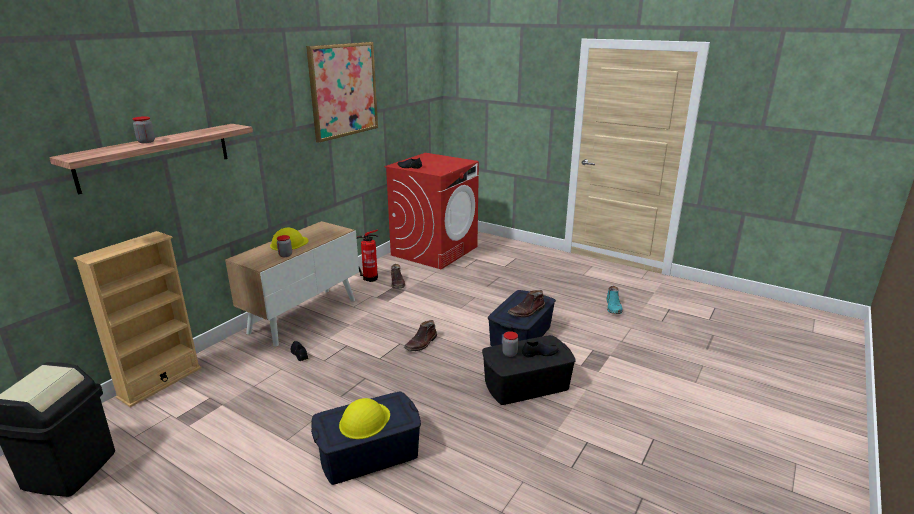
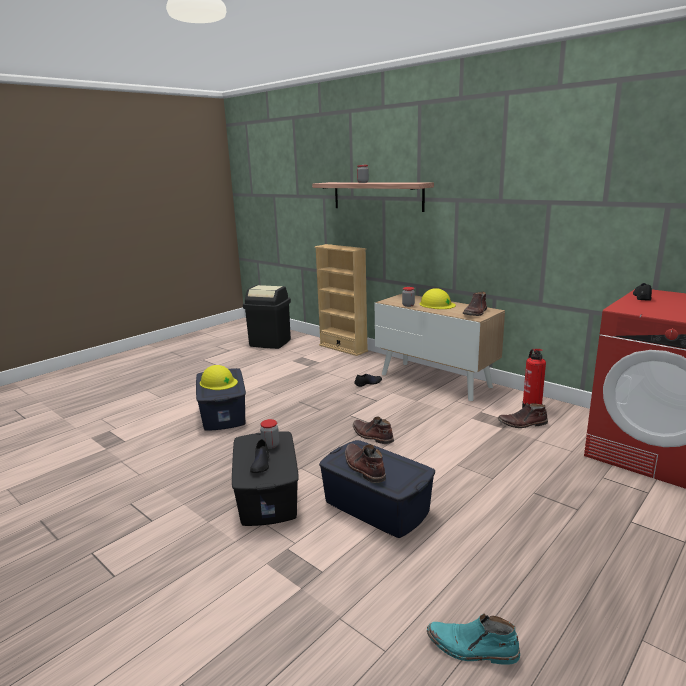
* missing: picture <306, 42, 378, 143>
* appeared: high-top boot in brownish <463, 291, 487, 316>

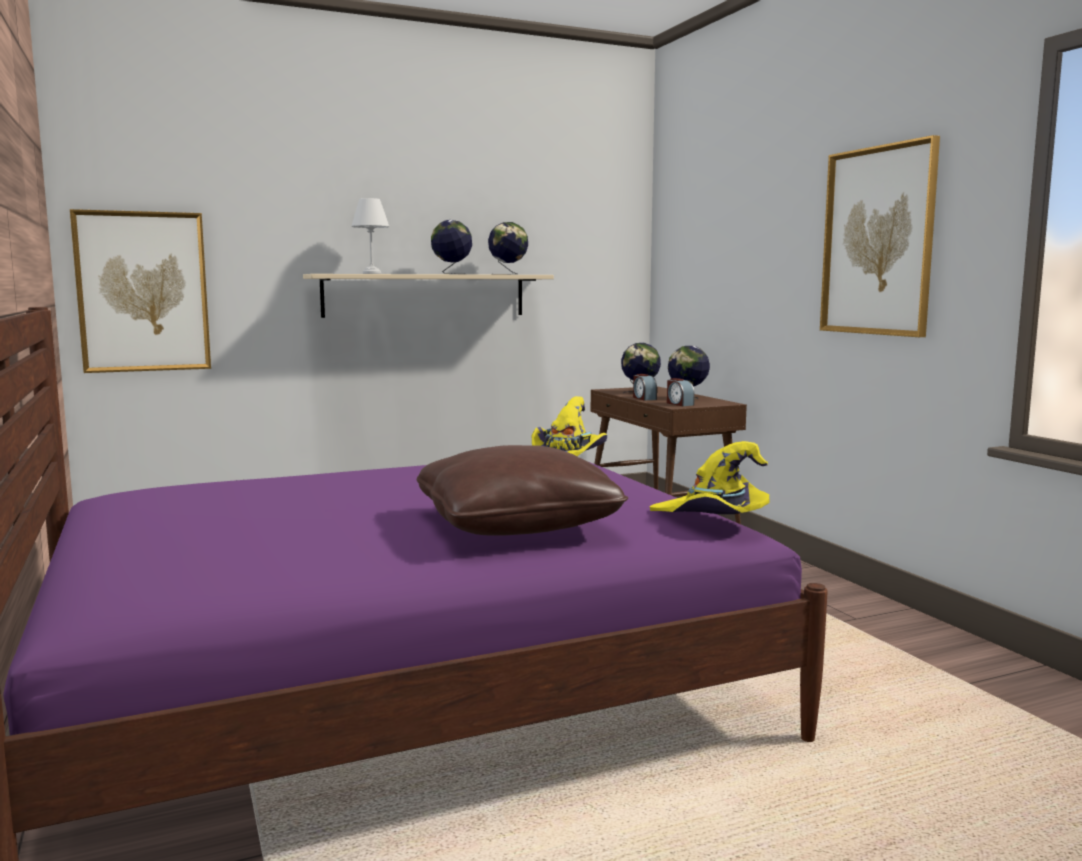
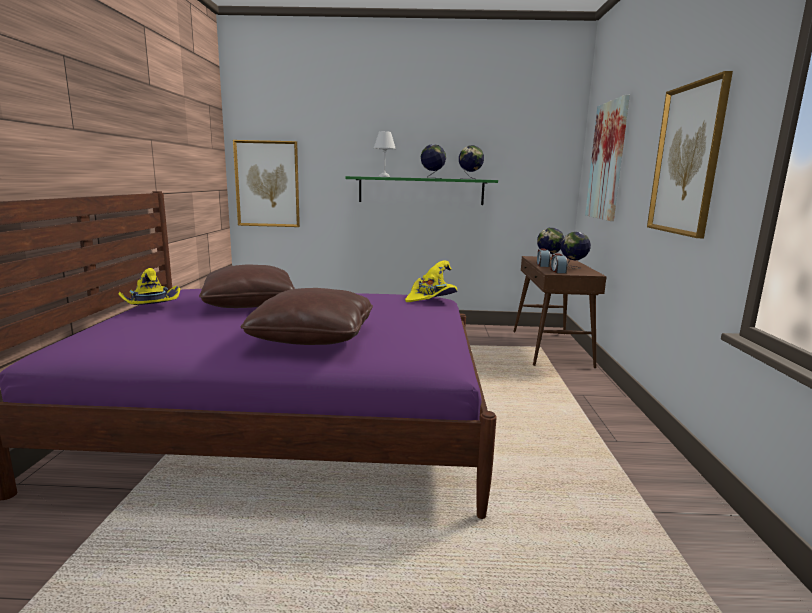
* colour: bracket shelf in sand-coloured <303, 274, 554, 318> to bracket shelf in green-coloured <346, 176, 498, 205>
* relocated: wearable hat in yellowish <650, 441, 770, 514> to <118, 268, 181, 305>
* appeared: picture <585, 95, 630, 221>
* appeared: pillow in brownish <199, 265, 295, 308>

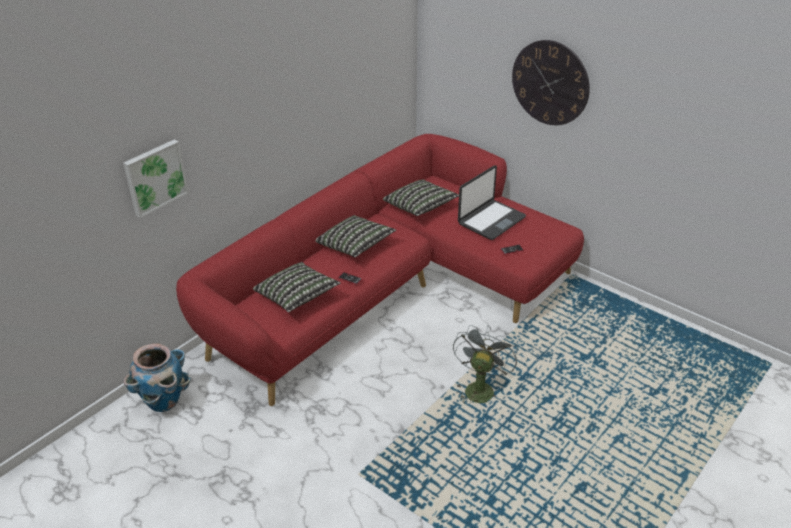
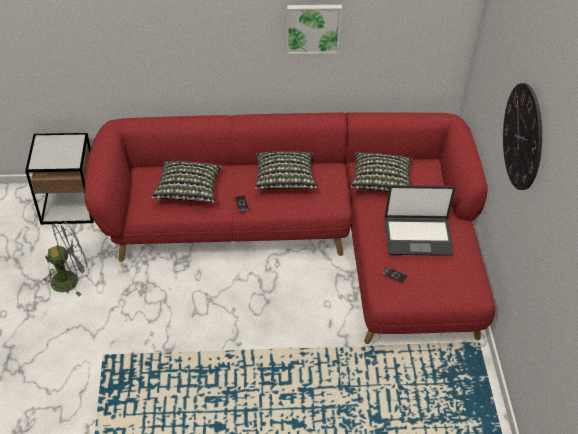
* relocated: picture <123, 139, 189, 218> to <286, 5, 342, 54>
* relocated: electric fan in grey <453, 325, 518, 403> to <41, 220, 89, 296>
* exchanged: plant pot <124, 343, 191, 412> to end table <25, 133, 94, 224>

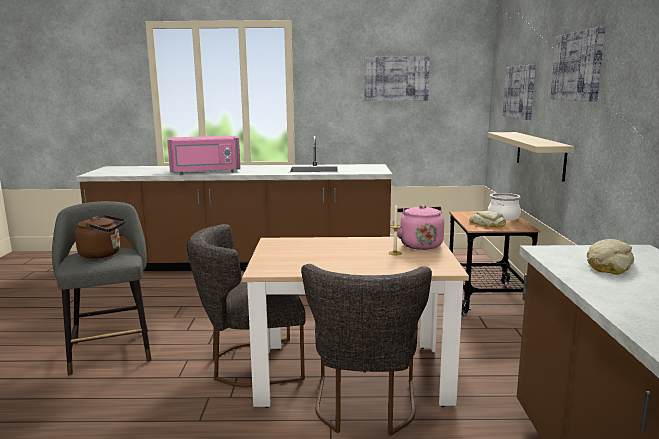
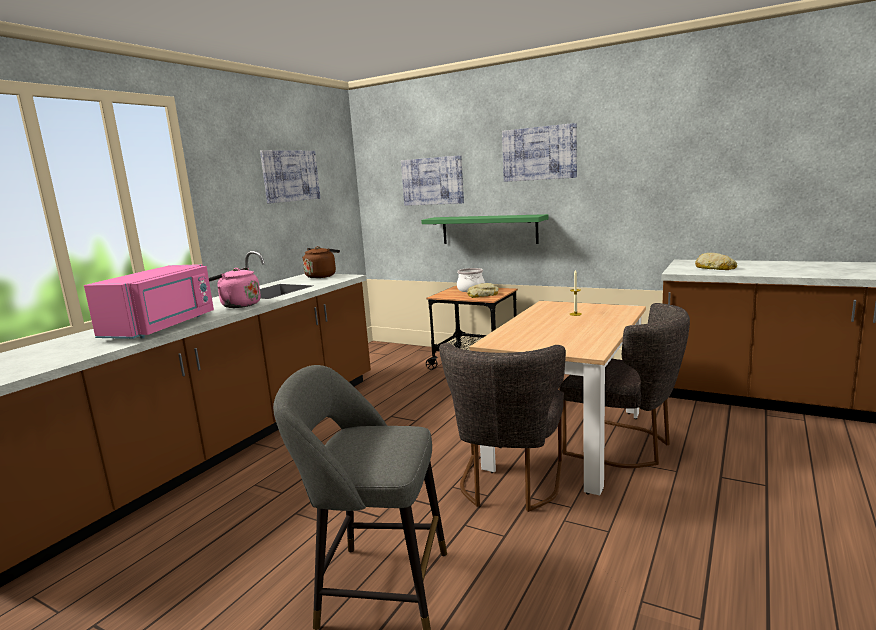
* colour: bracket shelf in sand-coloured <488, 132, 574, 182> to bracket shelf in green-coloured <421, 214, 548, 244>
* relocated: water kettle in pink-coloured <392, 205, 444, 250> to <209, 267, 261, 308>
* relocated: water kettle in brownish <75, 215, 126, 259> to <302, 246, 340, 278>

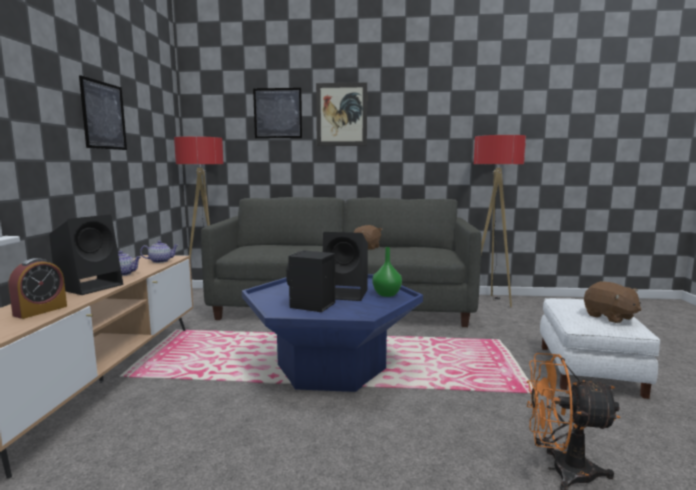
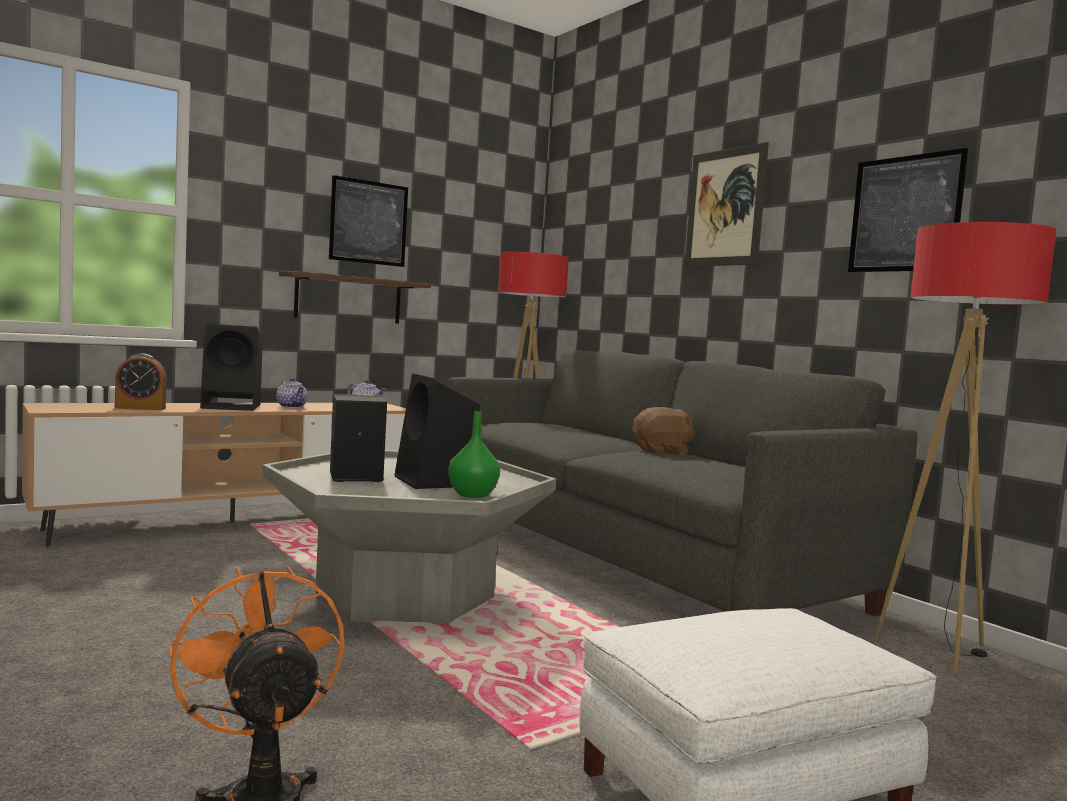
* relocated: picture <253, 88, 302, 138> to <848, 148, 968, 272>
* colour: low table in bluish <242, 274, 423, 392> to low table in grey <262, 450, 556, 623>
* missing: soft toy in brownish <584, 281, 641, 323>
* appeared: bracket shelf <279, 271, 431, 324>

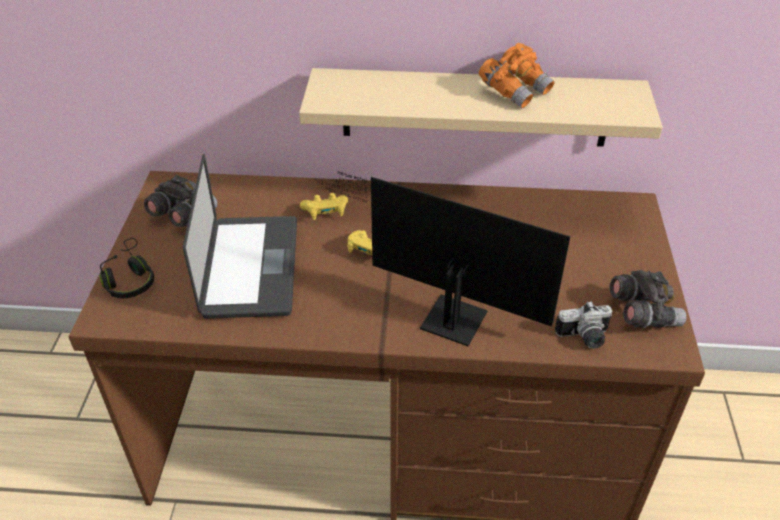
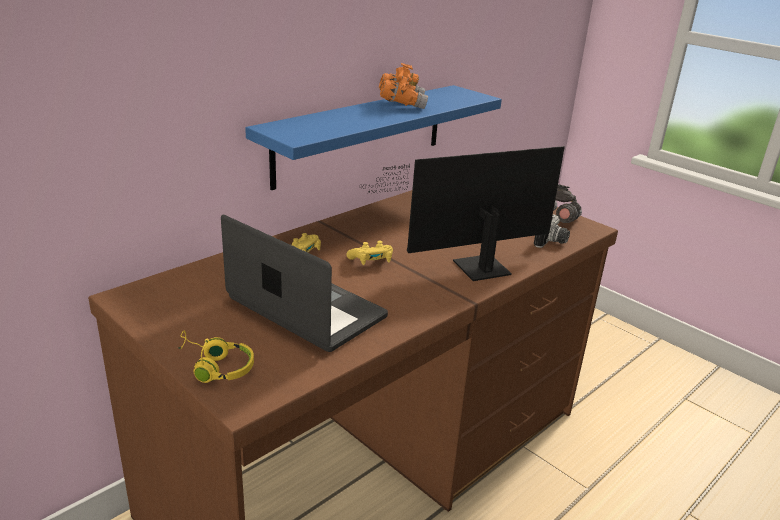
* colour: bracket shelf in sand-coloured <299, 68, 663, 147> to bracket shelf in bluish <245, 85, 502, 190>
* missing: pair of binoculars in grey <144, 175, 218, 227>
* colour: pair of headphones in blackish <99, 238, 154, 299> to pair of headphones in yellowish <178, 331, 254, 383>

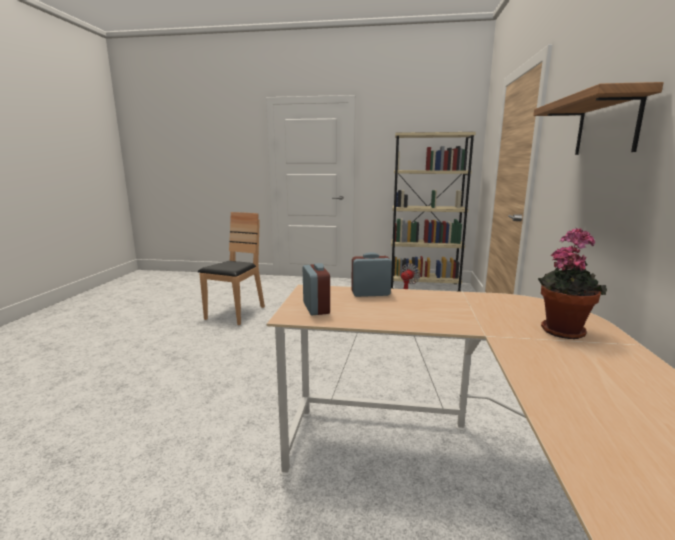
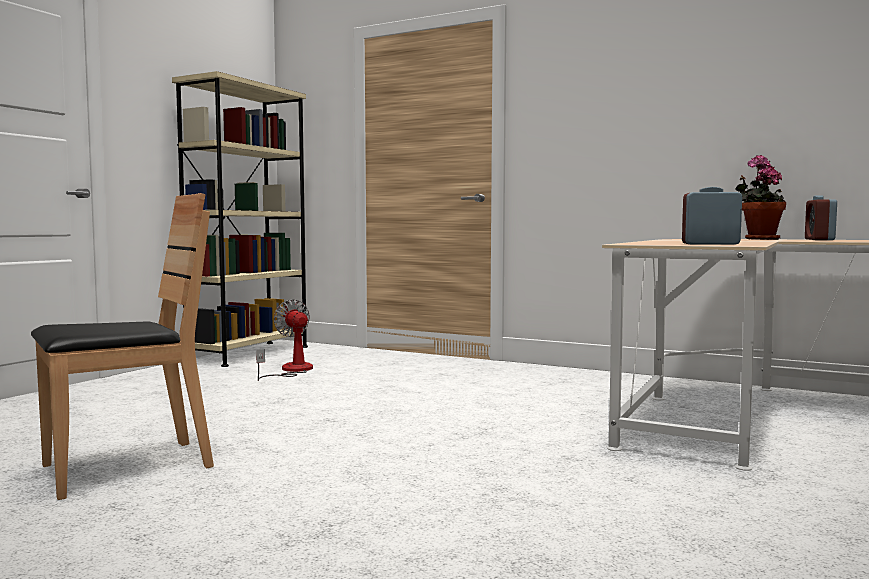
* missing: bracket shelf <533, 82, 664, 155>
* spun: plain chair in brownish <198, 212, 265, 325> = <31, 193, 214, 500> 105 degrees clockwise
* relocated: bedside clock <351, 252, 392, 297> to <805, 196, 837, 240>

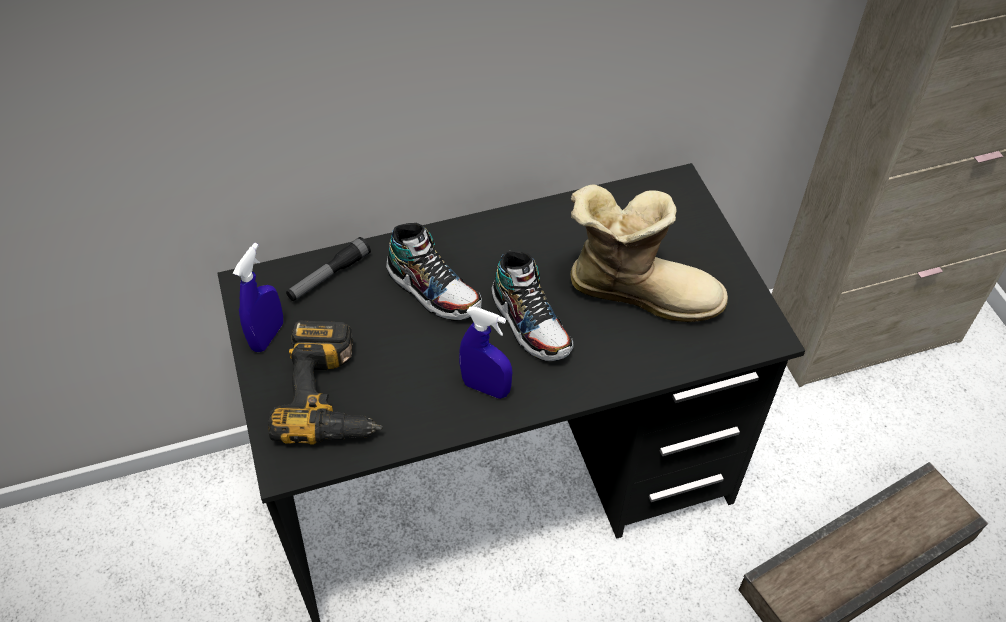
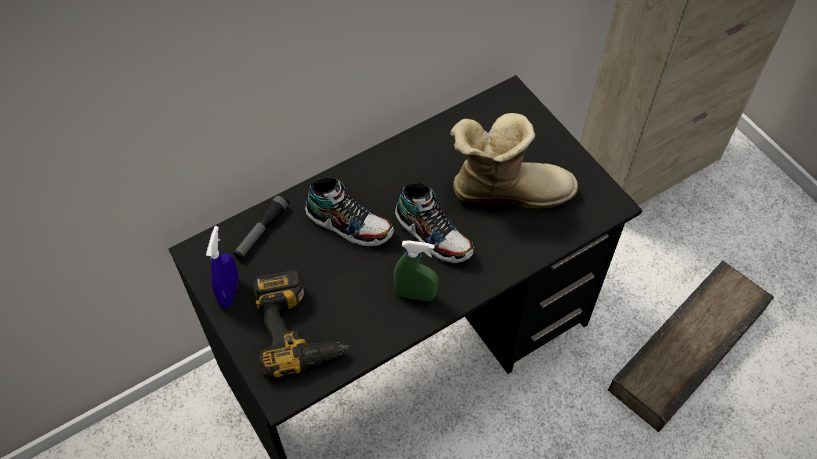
* colour: spray bottle in bluish <459, 307, 512, 399> to spray bottle in green-coloured <394, 240, 439, 301>

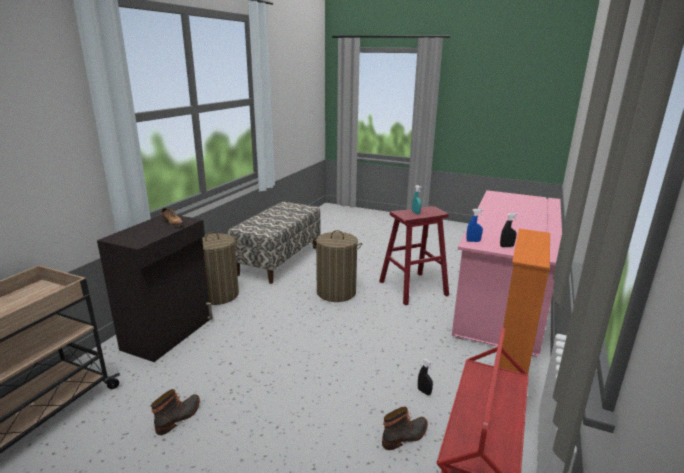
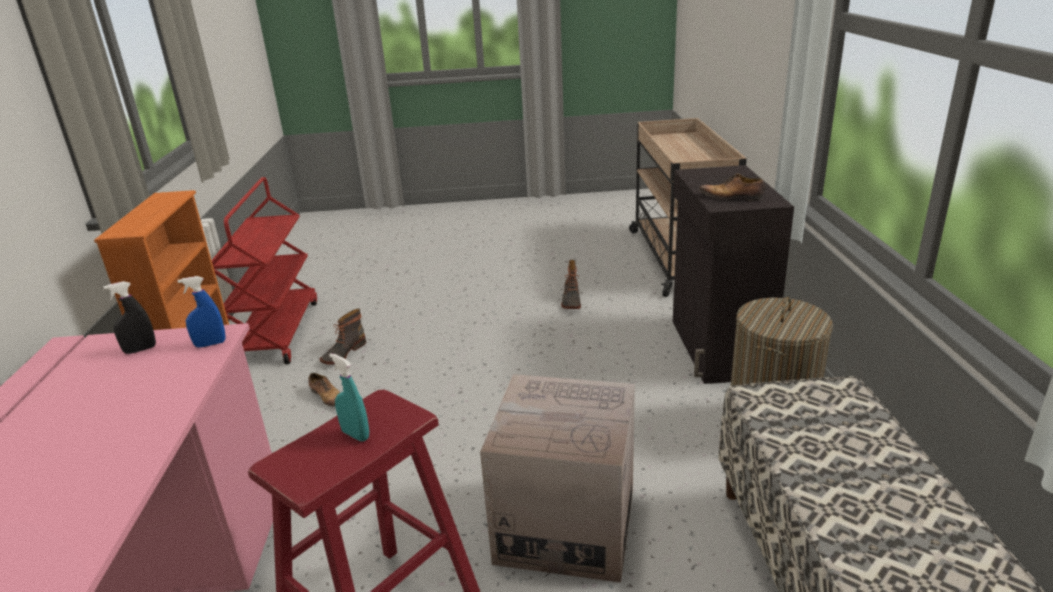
* exchanged: laundry basket <311, 230, 362, 302> to packing box <480, 374, 635, 583>
* exchanged: spray bottle in blackish <418, 359, 433, 395> to shoe <308, 373, 340, 407>

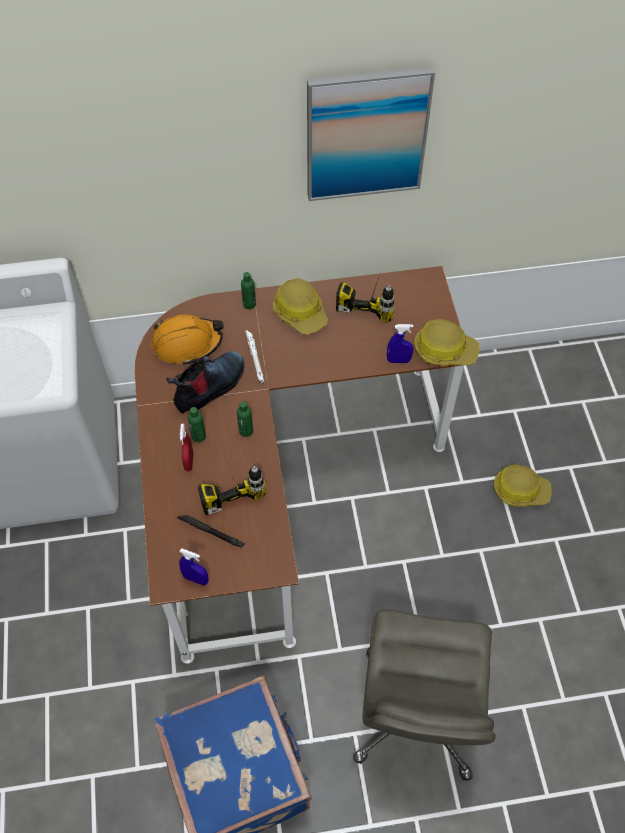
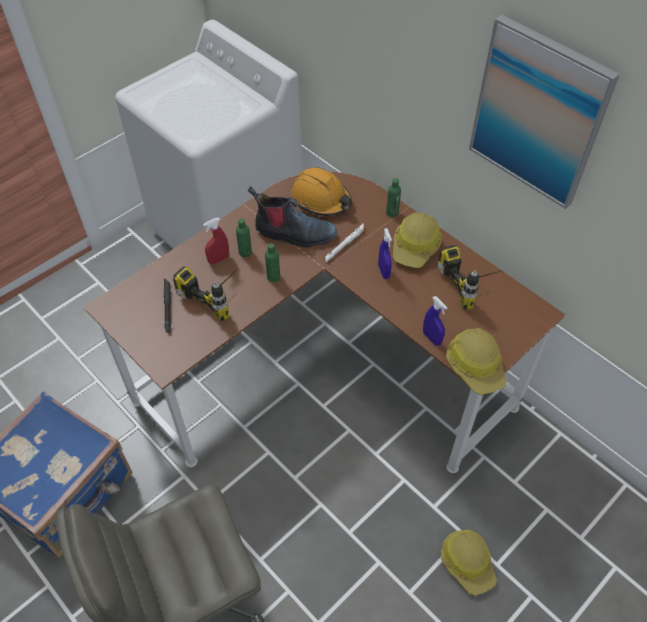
* relocated: spray bottle in bluish <179, 548, 209, 586> to <378, 228, 392, 279>

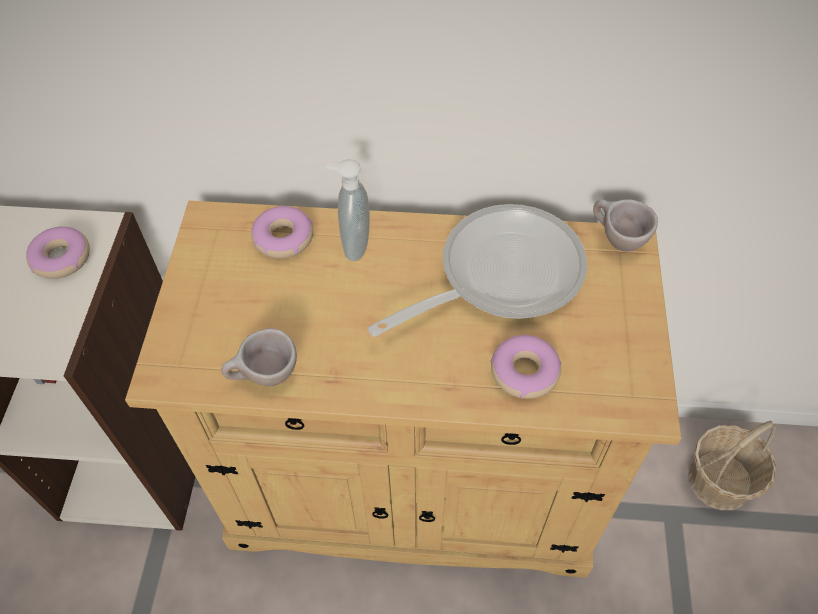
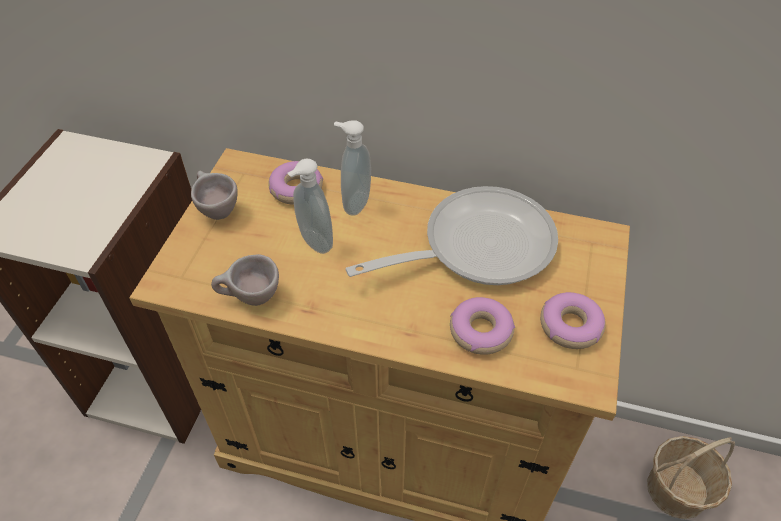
* relocated: cup in sand-coloured <593, 199, 658, 252> to <191, 170, 238, 220>
* relocated: doughnut <26, 227, 90, 279> to <540, 292, 606, 349>
* appeared: liquid soap bottle <287, 158, 333, 254>

